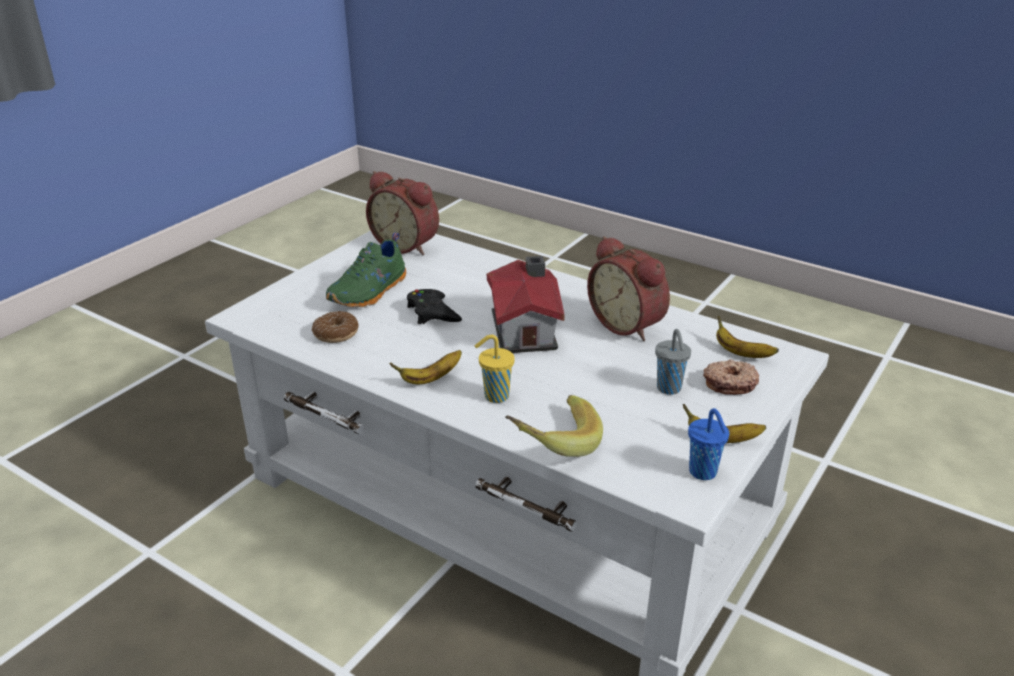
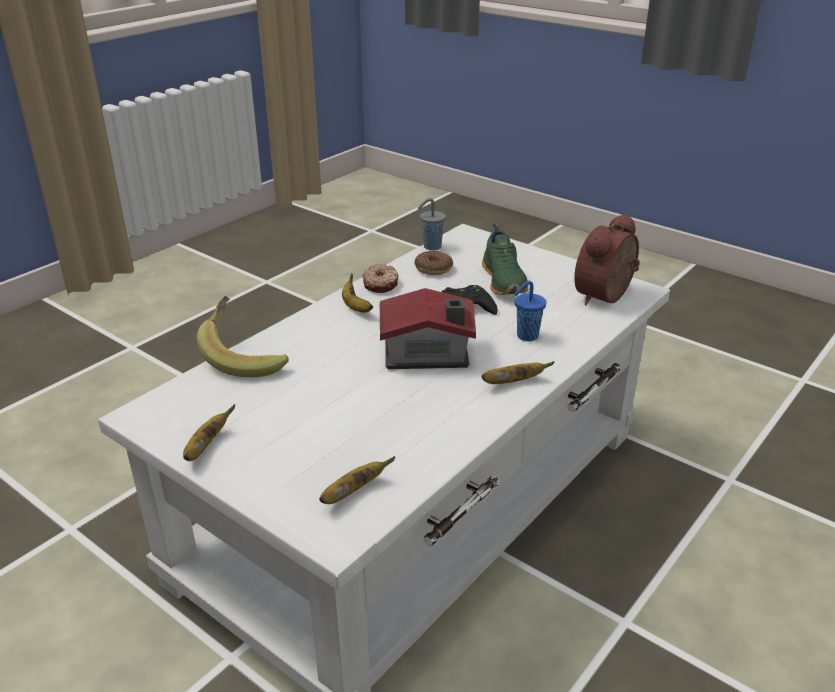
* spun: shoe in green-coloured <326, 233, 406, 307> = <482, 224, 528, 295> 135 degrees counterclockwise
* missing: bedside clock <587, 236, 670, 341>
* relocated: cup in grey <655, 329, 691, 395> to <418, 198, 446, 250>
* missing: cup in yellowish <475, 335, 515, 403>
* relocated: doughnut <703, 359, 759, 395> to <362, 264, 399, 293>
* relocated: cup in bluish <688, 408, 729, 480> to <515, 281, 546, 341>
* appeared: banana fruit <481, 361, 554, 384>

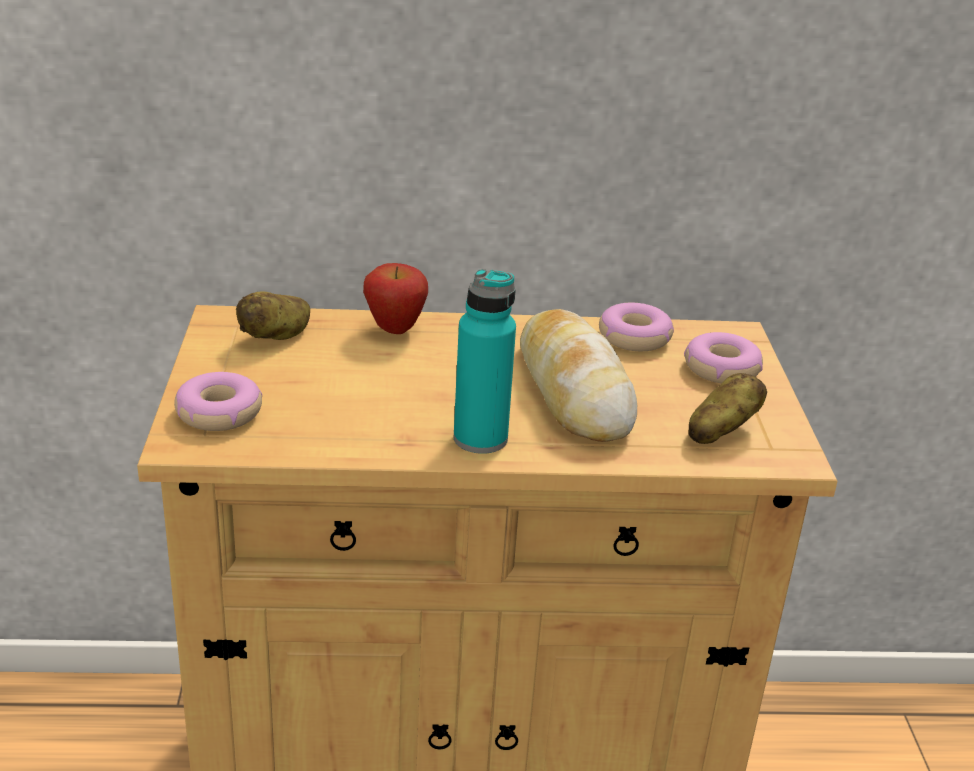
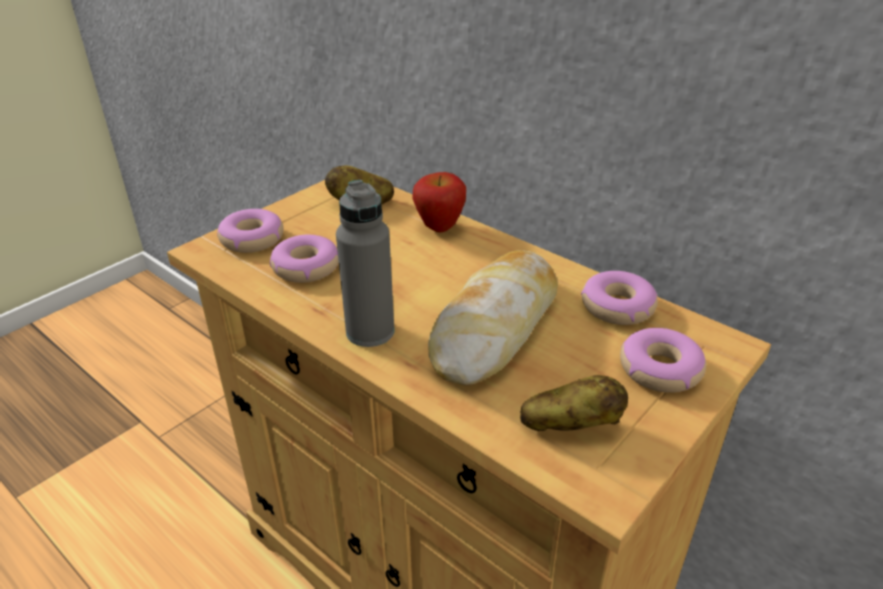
* colour: beverage bottle in turquoise <454, 269, 516, 454> to beverage bottle in grey <336, 180, 395, 347>
* appeared: doughnut <270, 235, 339, 283>

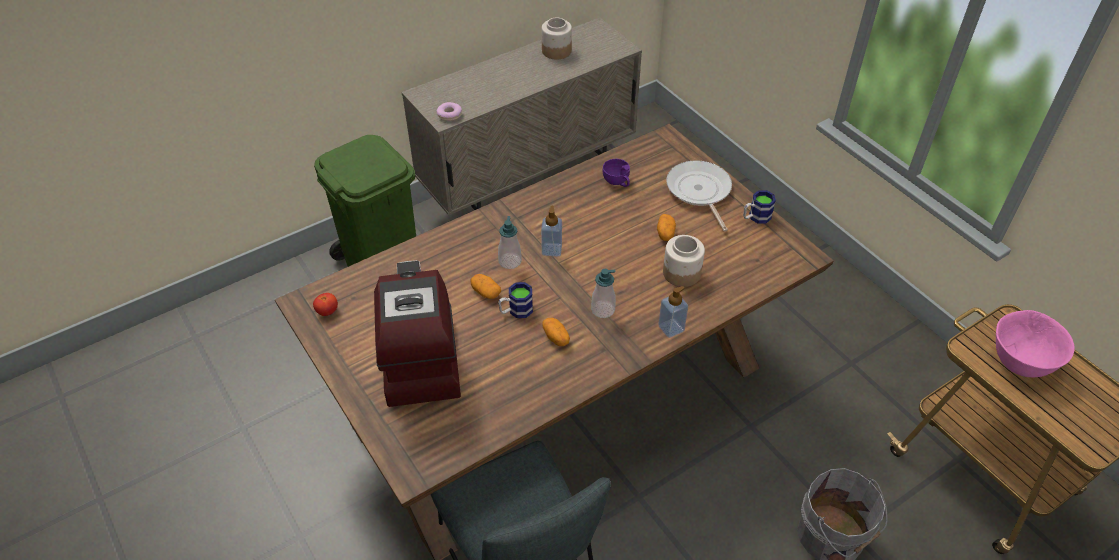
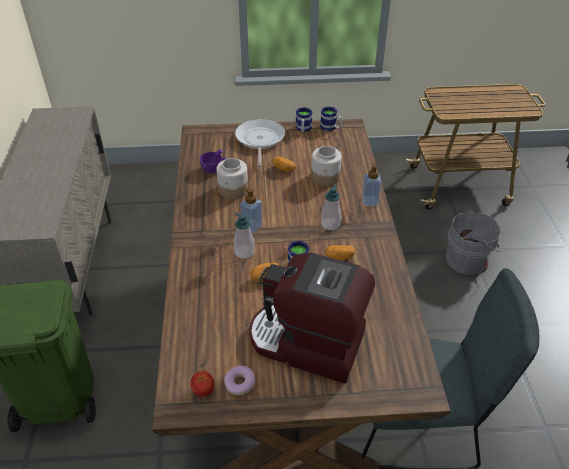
* relocated: storage jar <542, 18, 572, 60> to <217, 158, 248, 199>
* relocated: doughnut <436, 102, 462, 121> to <224, 366, 255, 395>
* spun: frying pan <666, 161, 732, 232> = <235, 119, 285, 166> 75 degrees clockwise
* missing: bowl in pink-coloured <996, 310, 1075, 377>
* appeared: tea mug <320, 106, 342, 131>

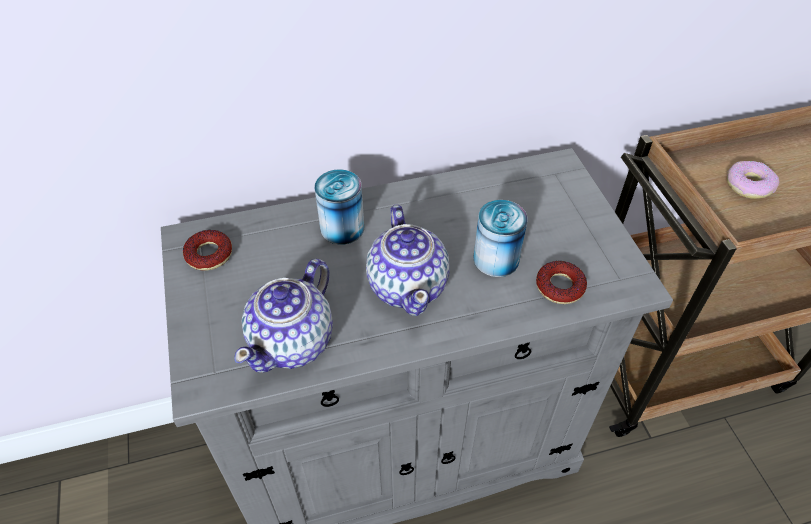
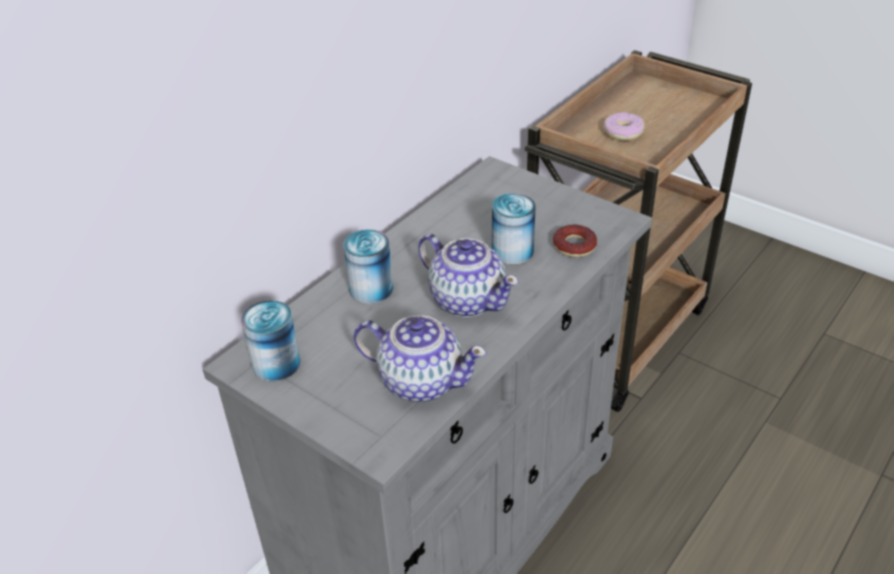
* exchanged: doughnut <183, 230, 232, 270> to metal can <241, 300, 300, 382>
* spun: teapot <234, 259, 333, 373> = <354, 315, 487, 402> 60 degrees counterclockwise

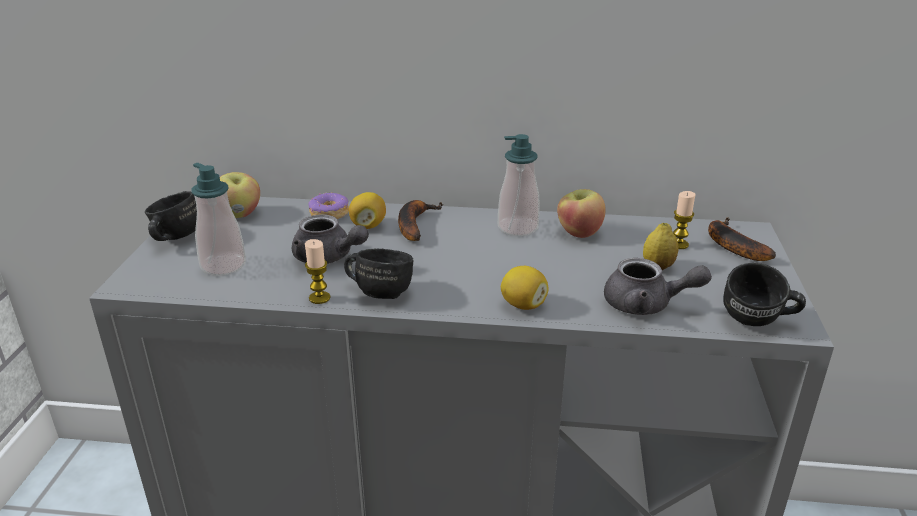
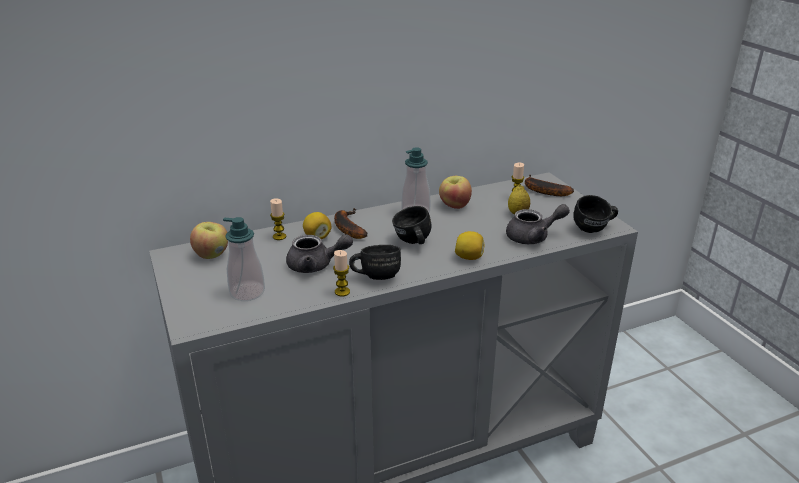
* relocated: tea mug in blackish <145, 191, 197, 241> to <392, 206, 431, 244>
* exchanged: doughnut <309, 192, 349, 219> to candle <270, 198, 286, 240>

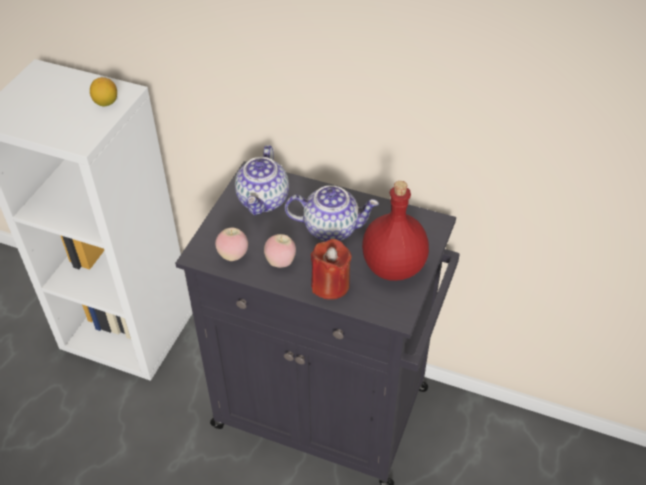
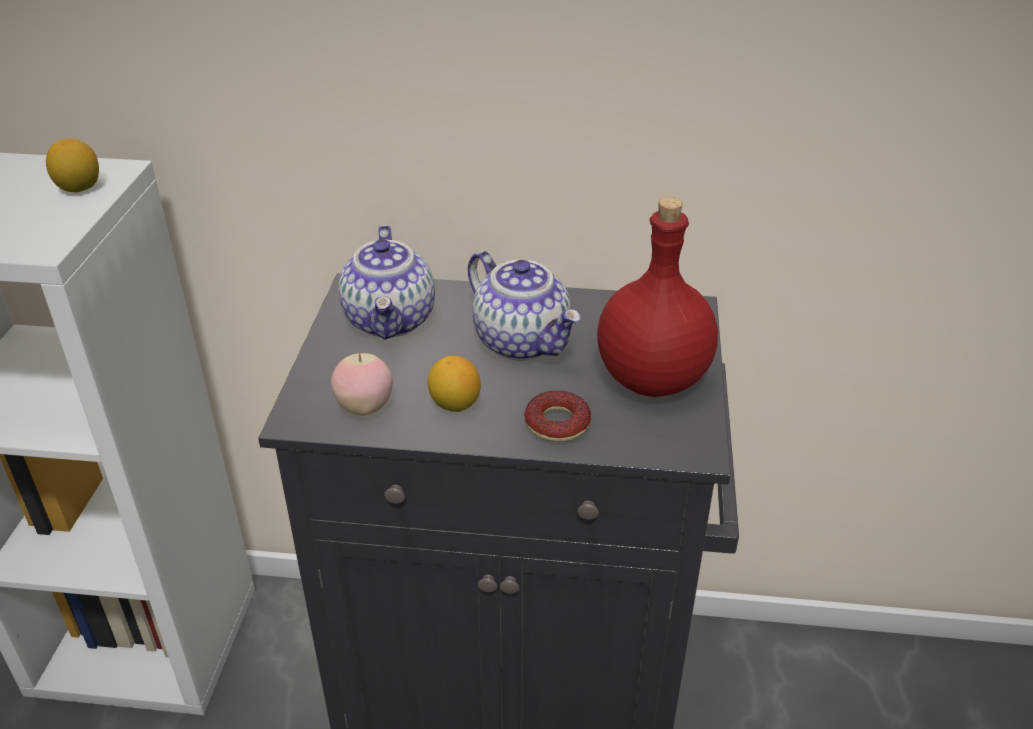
* spun: teapot <285, 185, 379, 241> = <468, 251, 581, 360> 60 degrees clockwise
* exchanged: apple fruit <264, 234, 296, 268> to citrus fruit <428, 356, 481, 412>
* exchanged: candle in reddish <311, 239, 351, 300> to doughnut <524, 391, 591, 442>

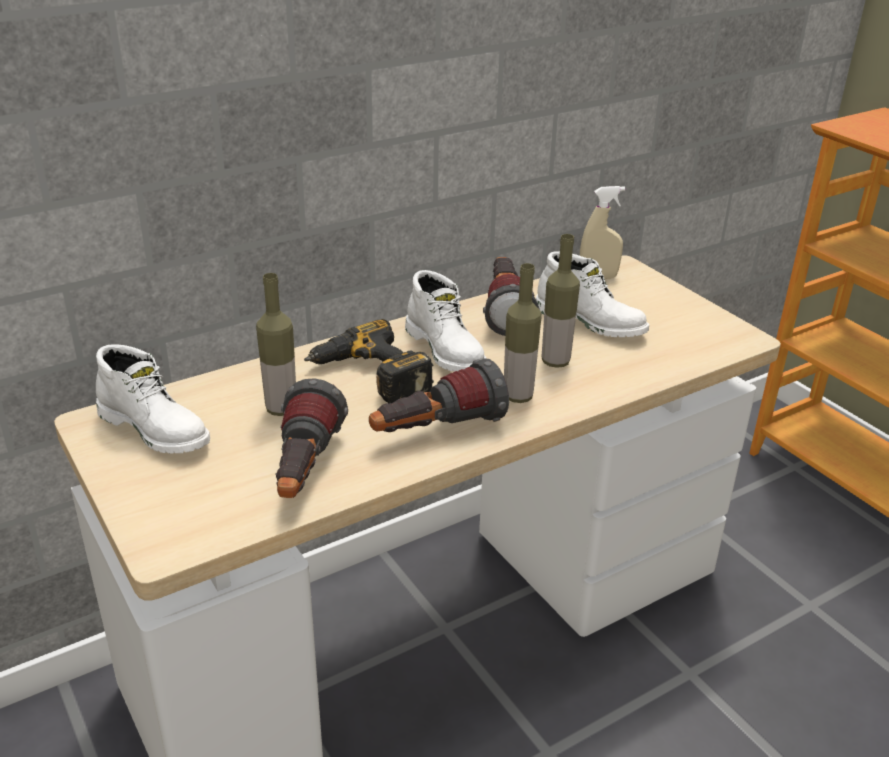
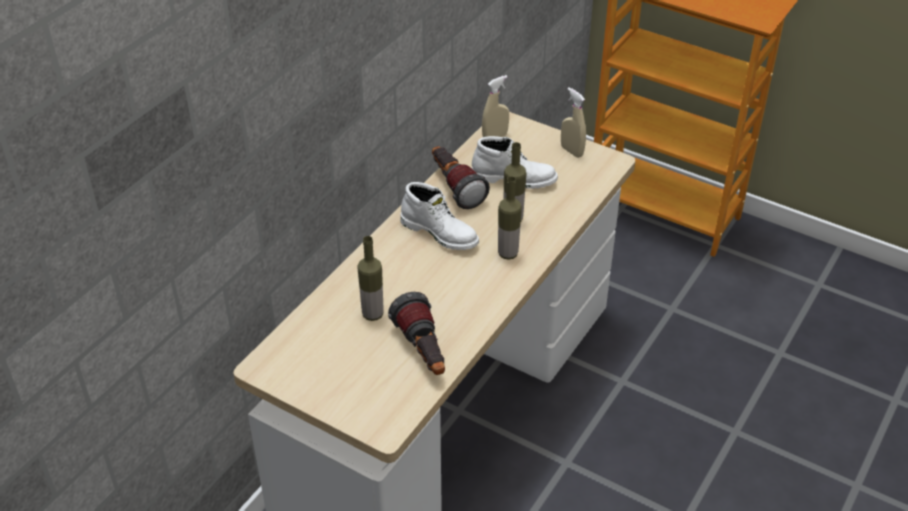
* missing: drill <304, 319, 434, 404>
* missing: high-top boot in white-coloured <96, 344, 210, 454>
* missing: torch <369, 358, 509, 432>
* appeared: spray bottle in sand-coloured <561, 87, 586, 158>

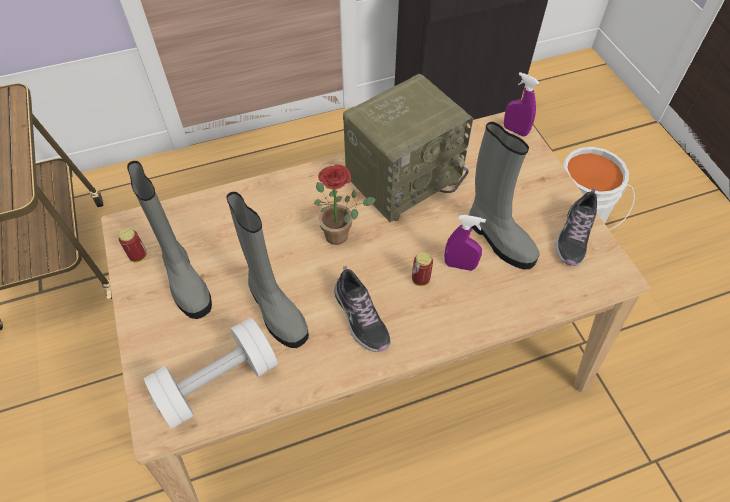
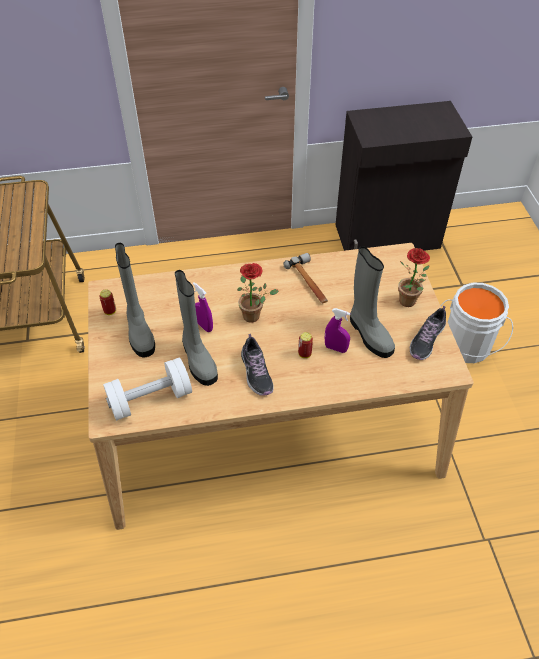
* relocated: spray bottle in purple <504, 72, 539, 137> to <193, 282, 213, 332>
* exchanged: radio <343, 74, 473, 222> to tool hammer <283, 253, 328, 303>
* appeared: houseplant <398, 248, 430, 307>

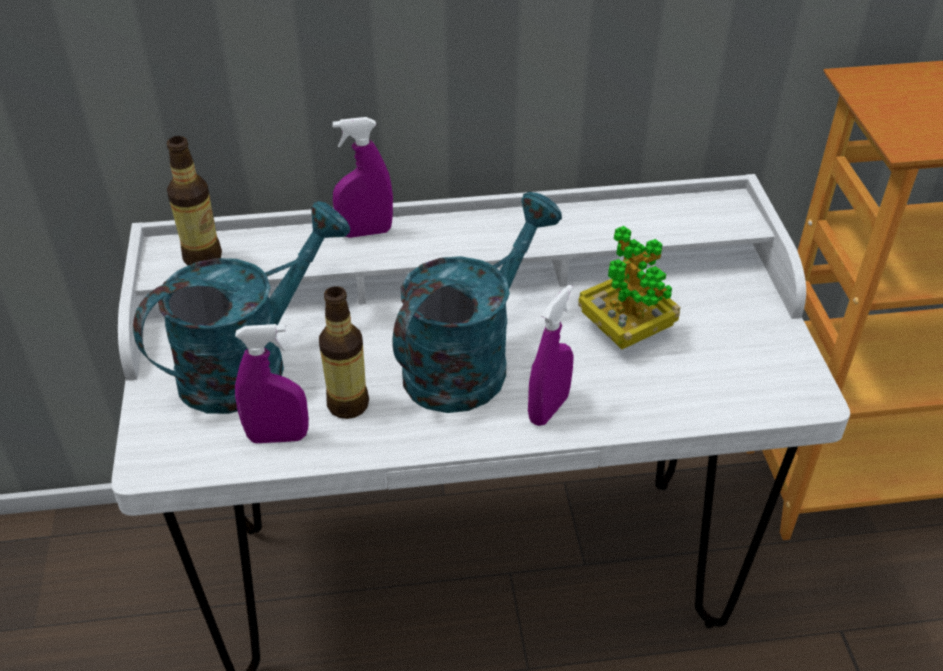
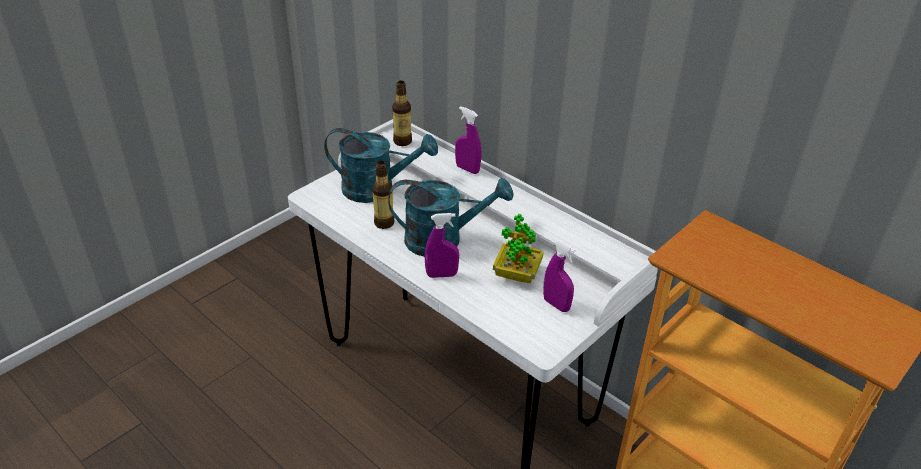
* relocated: spray bottle in purple <235, 324, 309, 443> to <543, 240, 576, 312>

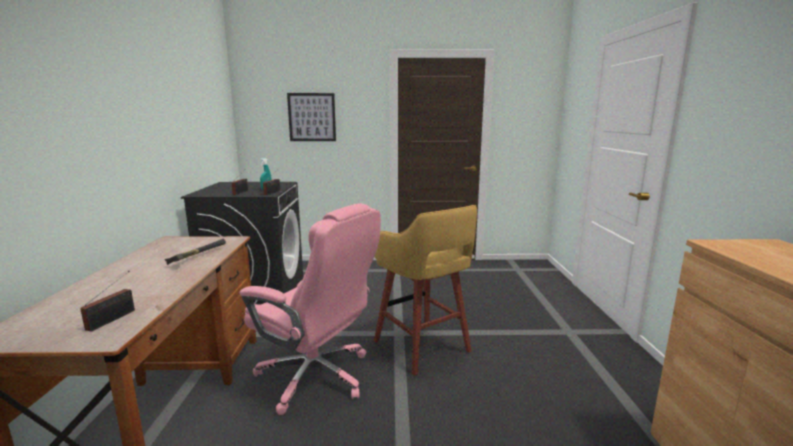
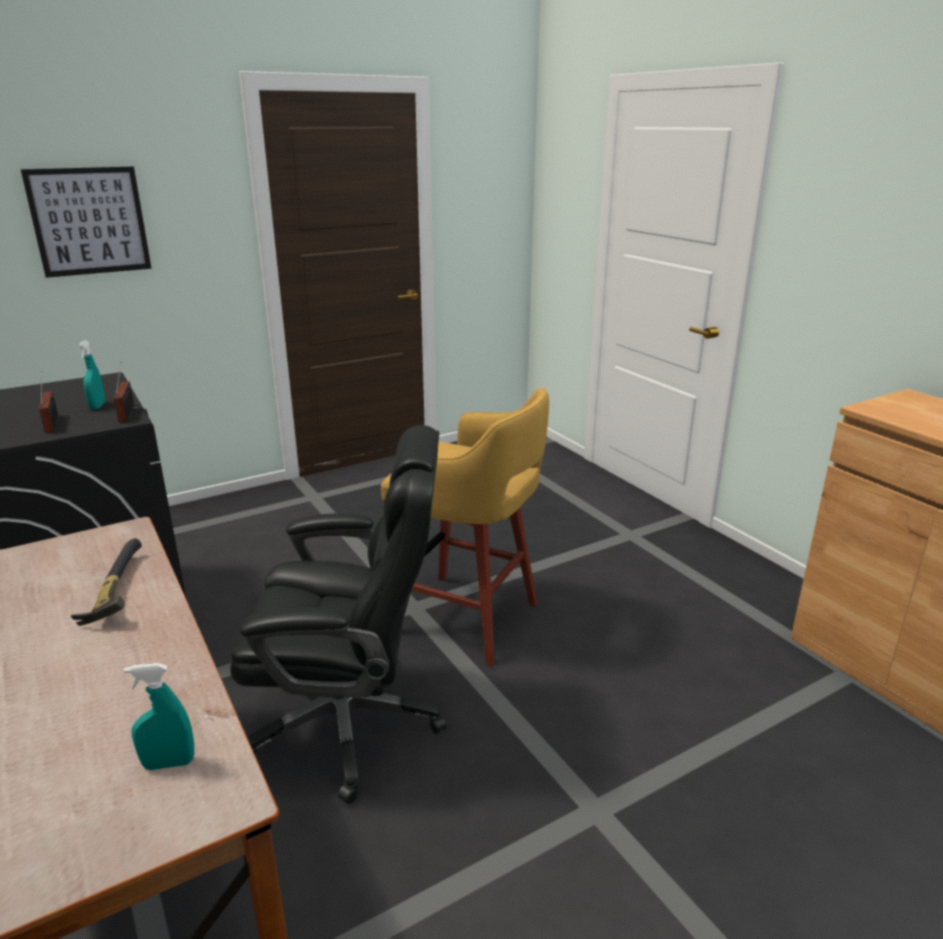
* colour: office chair in pink-coloured <240, 203, 381, 415> to office chair in blackish <230, 425, 447, 804>
* exchanged: radio <80, 271, 135, 332> to spray bottle in turquoise <124, 663, 194, 770>

